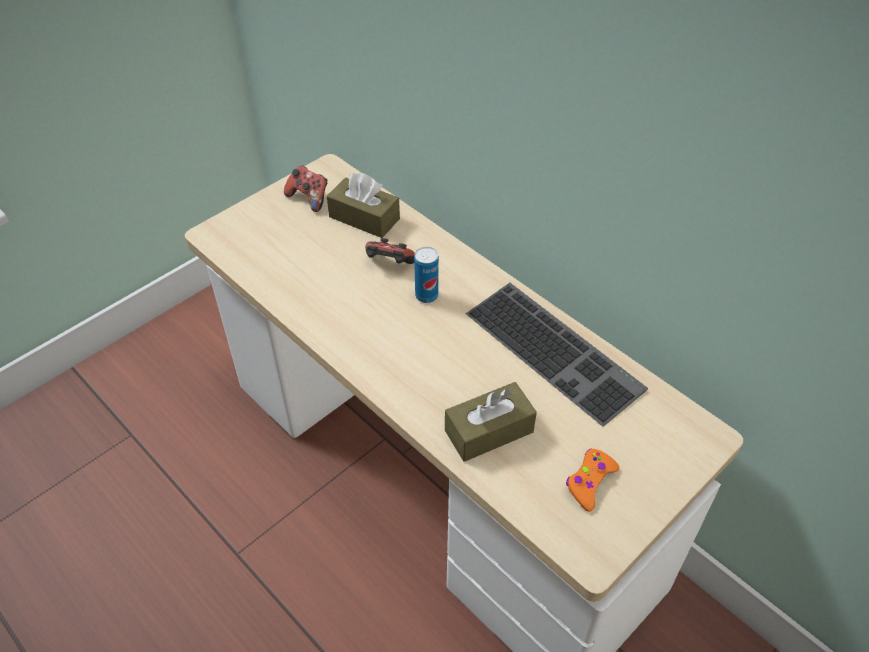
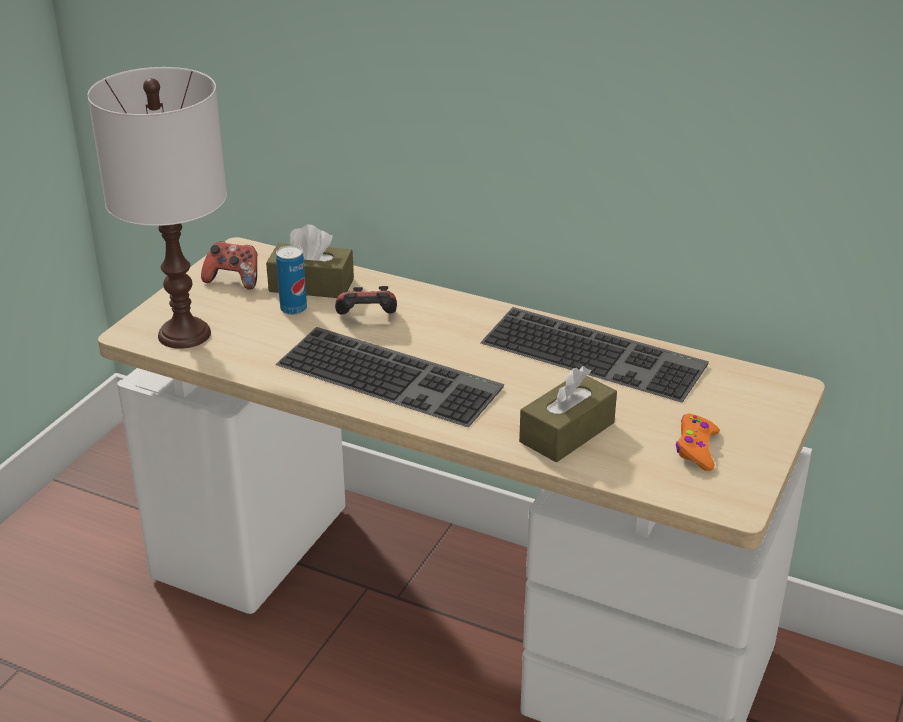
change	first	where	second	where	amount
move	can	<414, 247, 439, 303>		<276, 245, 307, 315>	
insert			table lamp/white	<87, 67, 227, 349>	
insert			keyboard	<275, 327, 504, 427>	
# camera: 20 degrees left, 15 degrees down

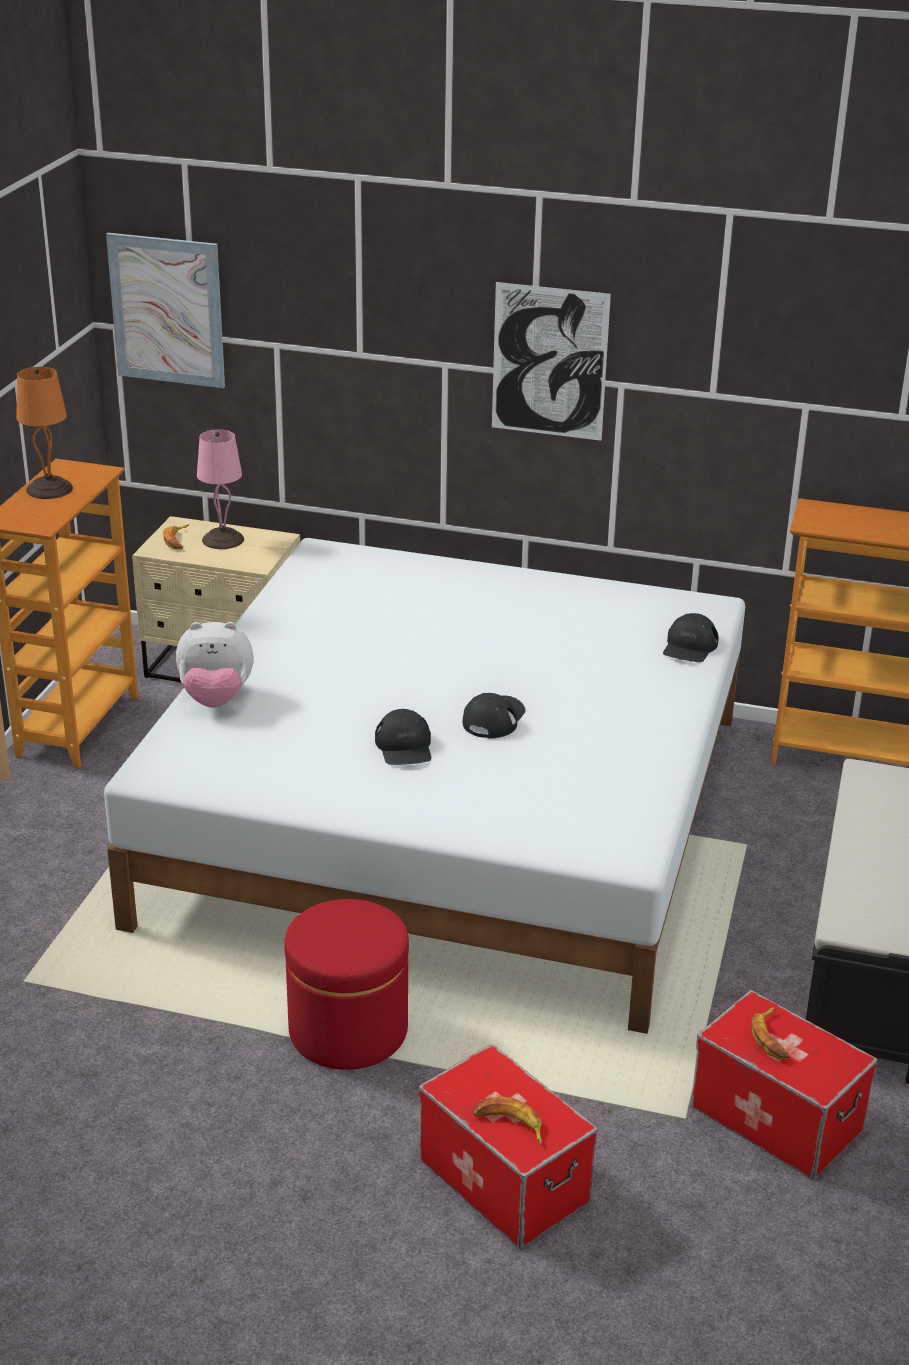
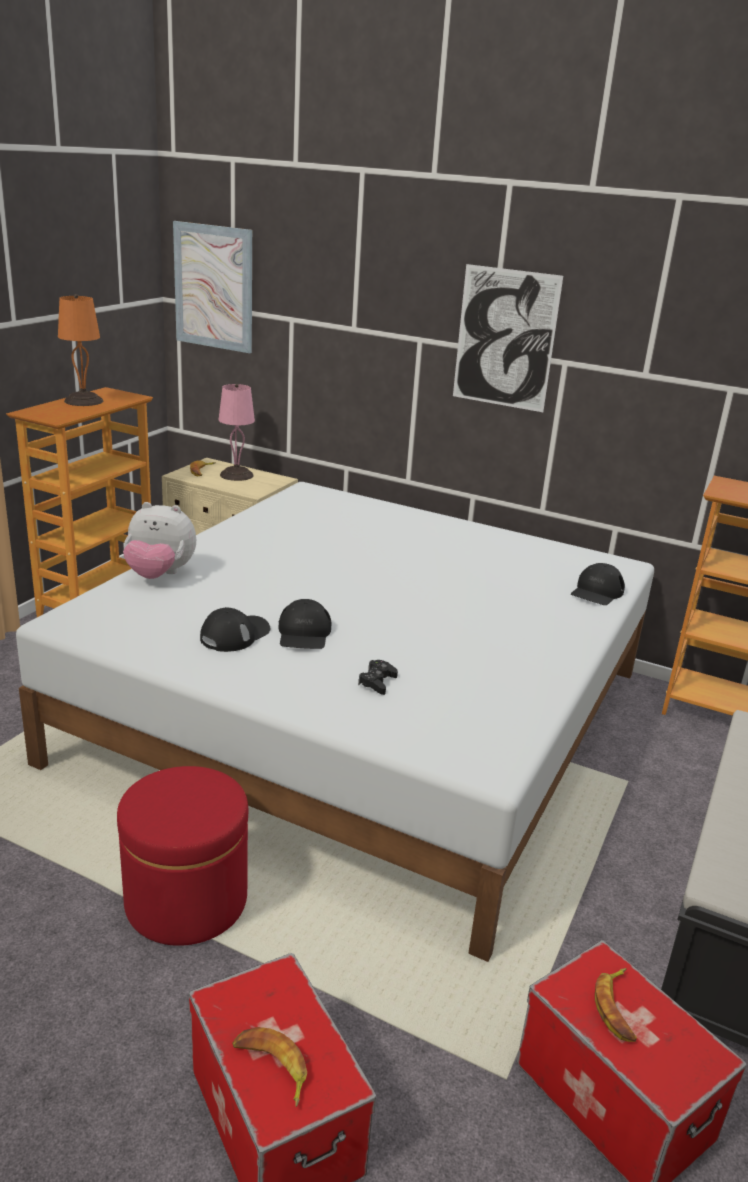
change	first	where	second	where	amount
move	cap/black	<463, 693, 525, 739>		<200, 607, 270, 652>	
insert			game controller/black	<358, 660, 398, 695>	
# camera: 10 degrees right, 5 degrees down

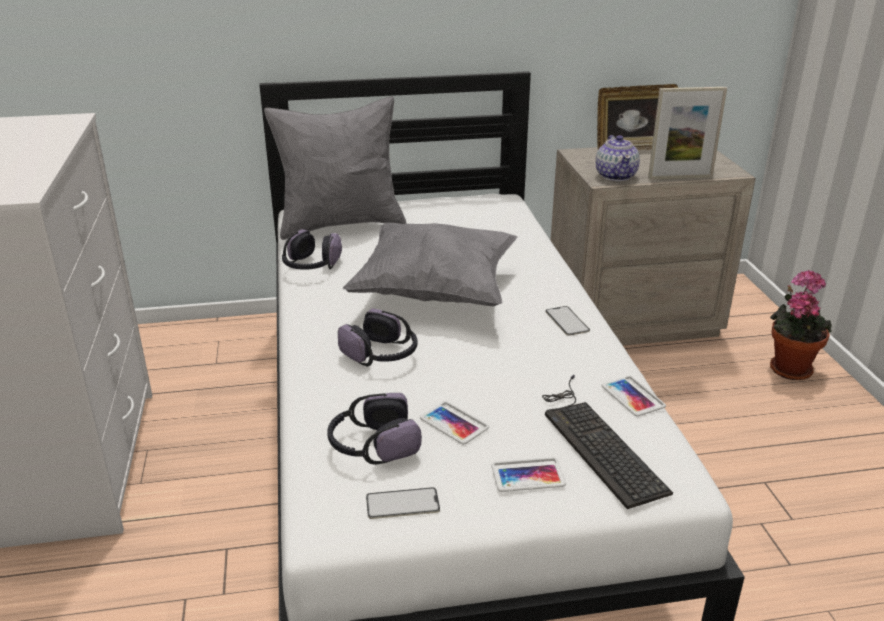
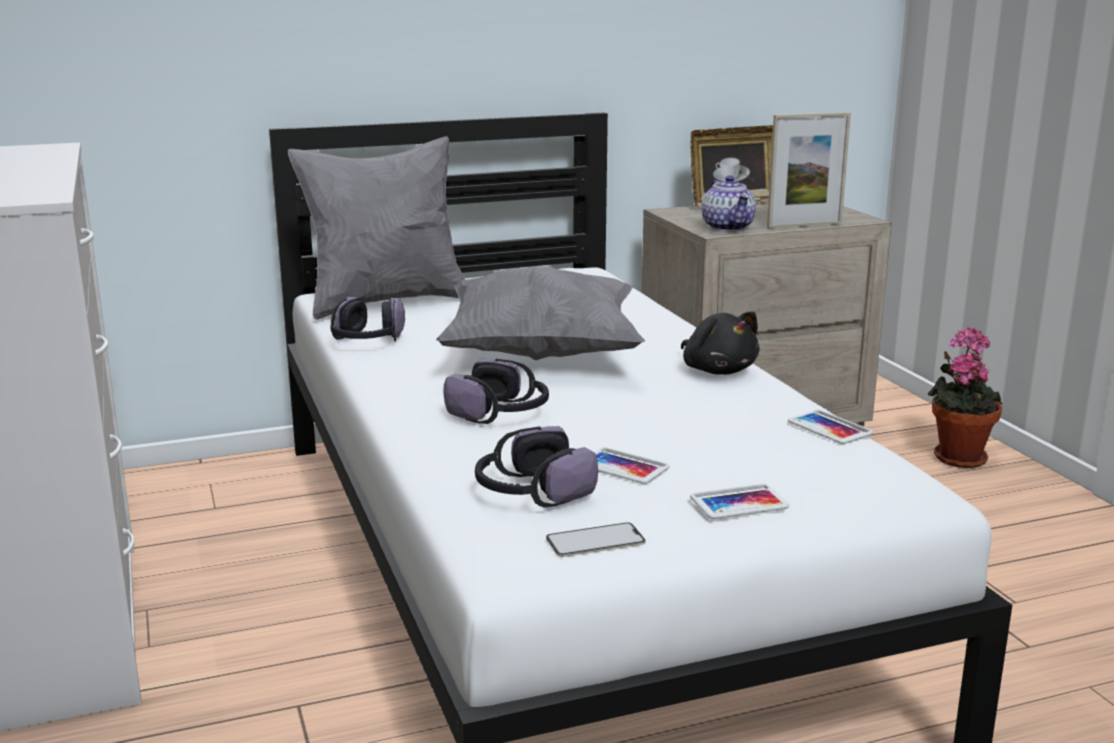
change	first	where	second	where	amount
replace	phone	<545, 306, 590, 336>	plush toy/black	<681, 312, 759, 375>	
delete	keyboard	<542, 375, 673, 509>			
# camera: 10 degrees left, 10 degrees down

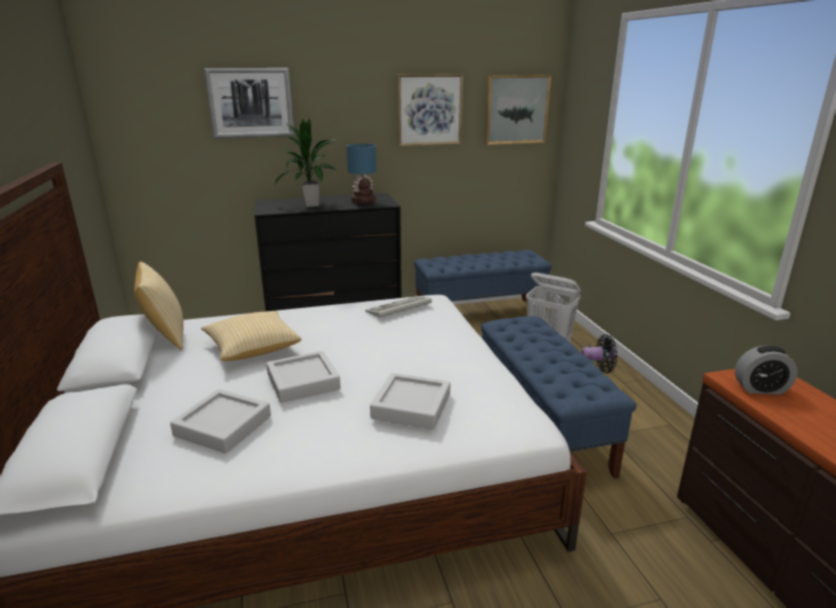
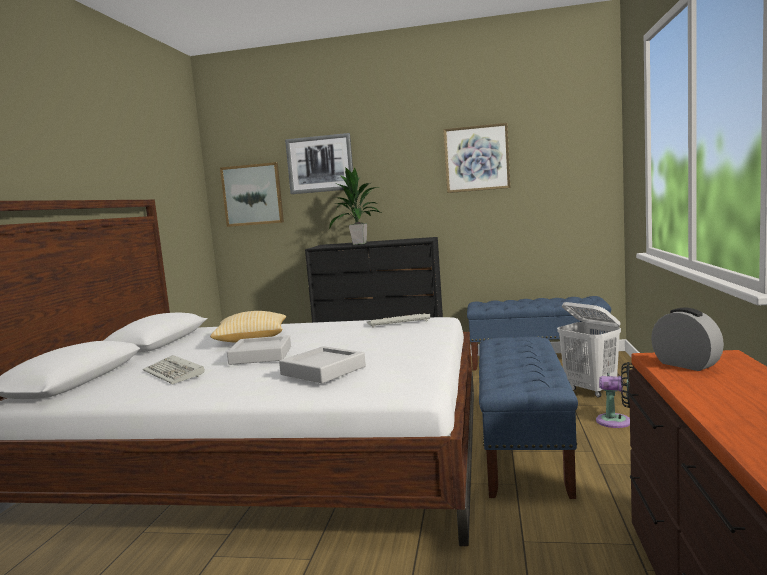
change	first	where	second	where	amount
move	picture	<485, 75, 551, 145>		<220, 162, 284, 227>	
delete	table lamp	<347, 144, 376, 204>			
delete	pillow	<134, 261, 184, 350>			
rotate	alarm clock	<735, 345, 798, 395>		<651, 308, 724, 371>	150 degrees counterclockwise
replace	tray/grey	<170, 389, 271, 454>	keyboard	<143, 355, 205, 384>	
# camera: 25 degrees right, 15 degrees down

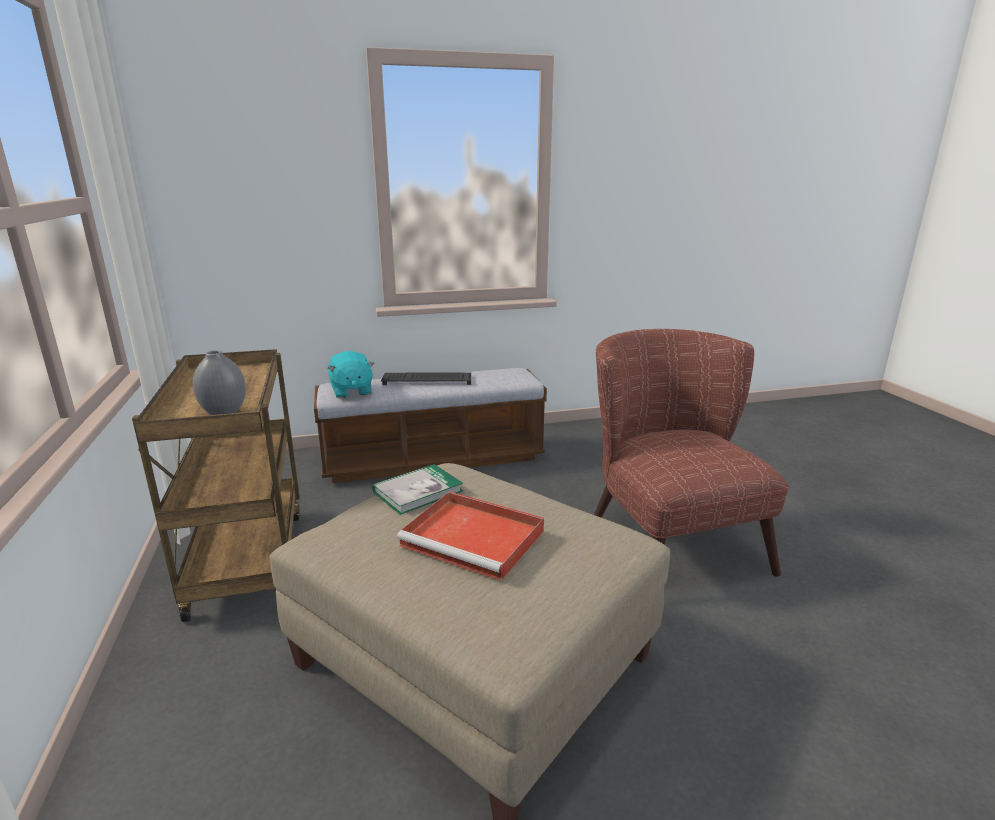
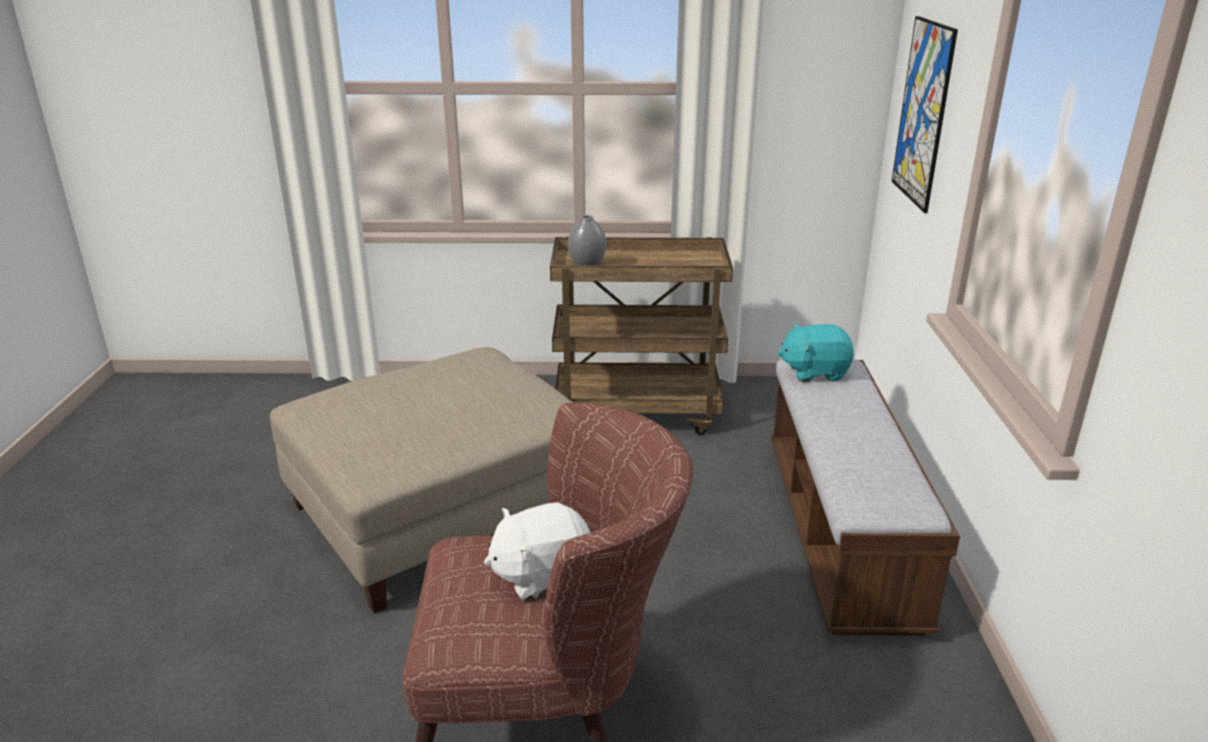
change	first	where	second	where	amount
delete	keyboard	<381, 373, 471, 385>			
delete	book	<372, 464, 463, 515>			
delete	tray/red	<397, 491, 544, 581>			
insert			picture	<892, 16, 958, 213>	
insert			plush toy/white	<484, 502, 590, 601>	
# camera: 105 degrees right, 5 degrees up

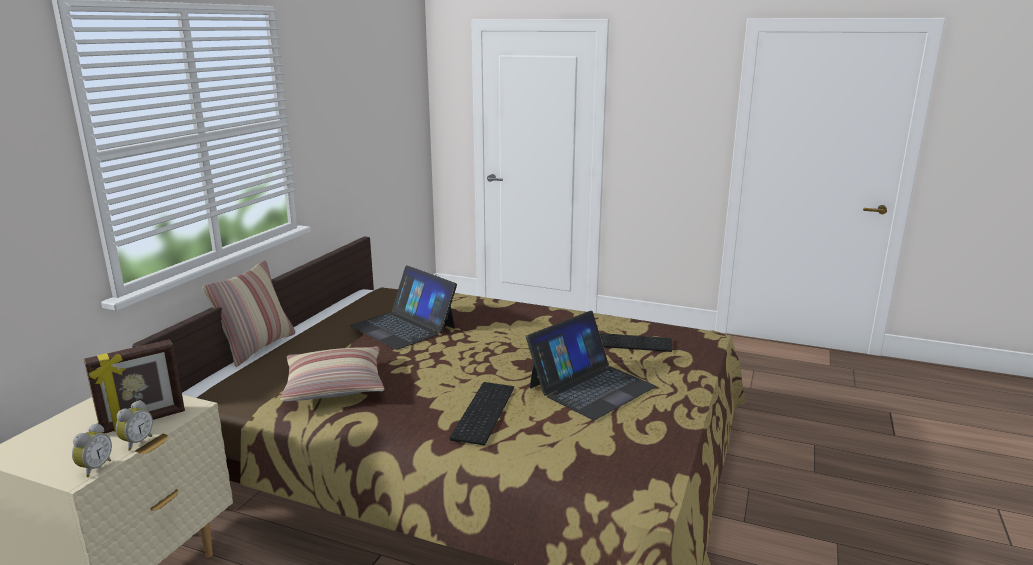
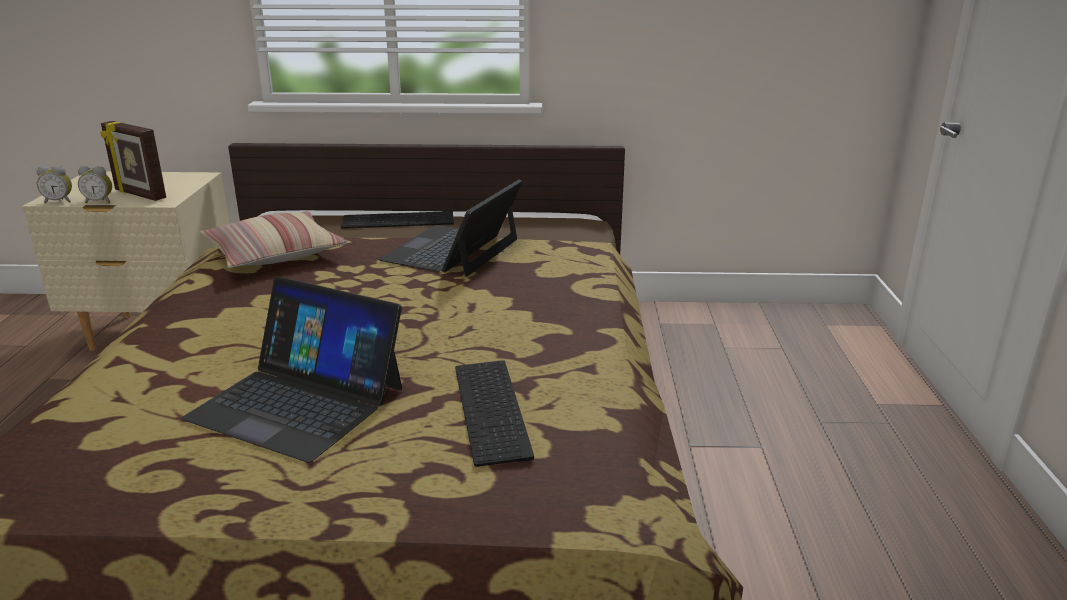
change	first	where	second	where	amount
delete	pillow	<202, 260, 295, 367>			
move	keyboard	<449, 382, 514, 445>		<341, 211, 454, 229>	
# camera: 70 degrees right, 5 degrees up

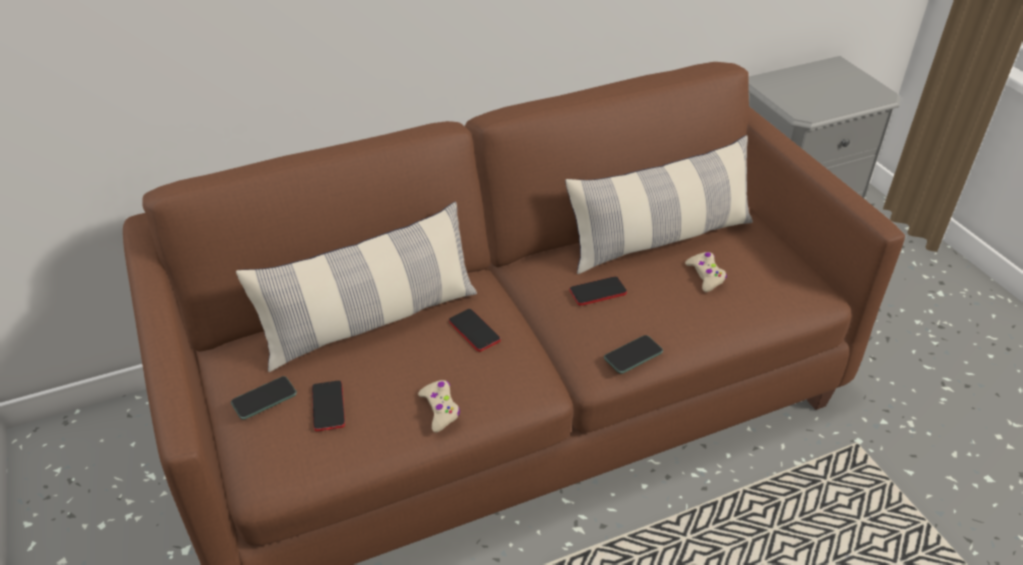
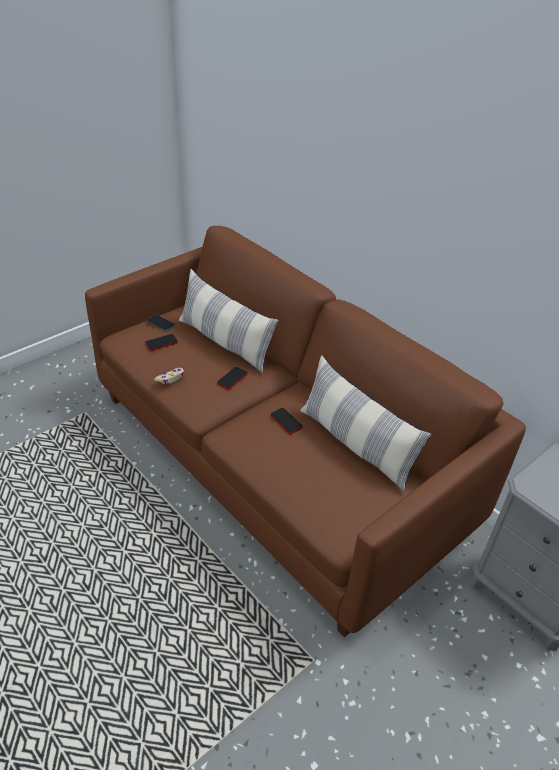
change	first	where	second	where	amount
delete	game controller/beige	<685, 252, 727, 292>			
delete	phone	<604, 335, 663, 374>			
# camera: 70 degrees right, 0 degrees up

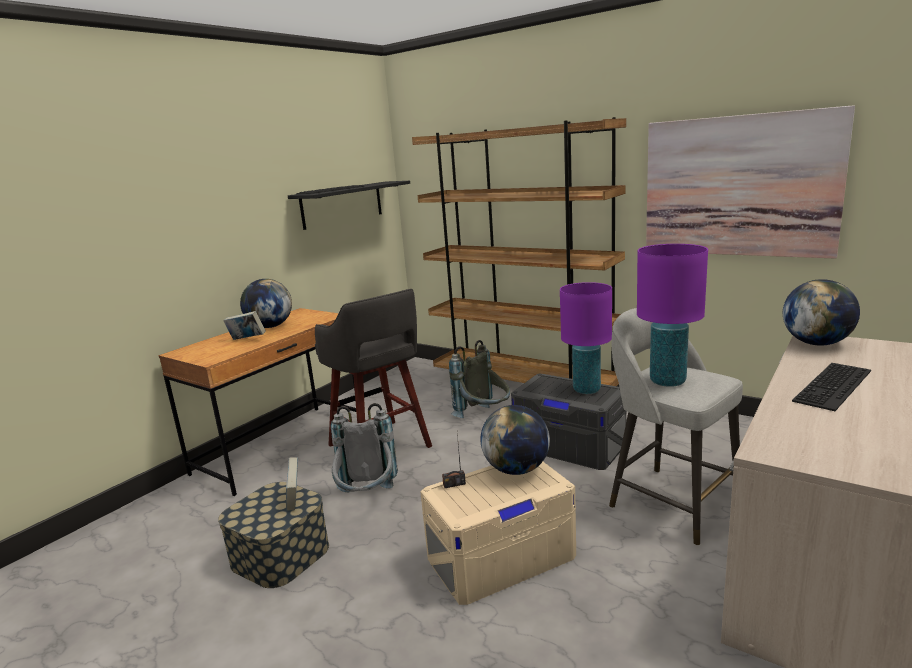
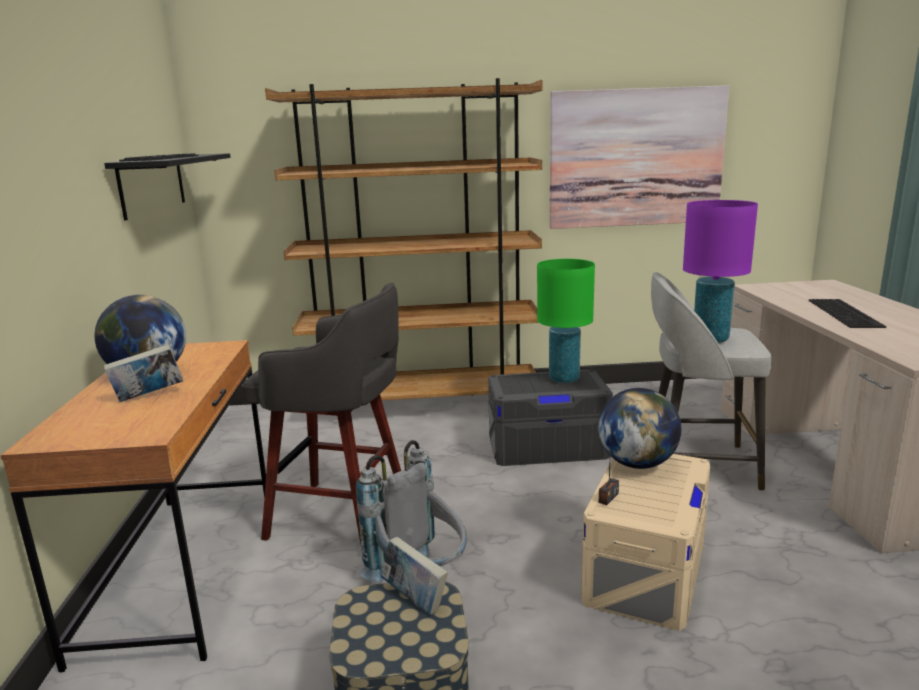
change	first	where	second	where	amount
delete	globe	<783, 279, 860, 345>			
recolor	table lamp/purple	<560, 282, 612, 394>	table lamp/green	<537, 259, 595, 383>	
delete	backpack/grey	<449, 340, 510, 418>			
# camera: 40 degrees left, 0 degrees up

